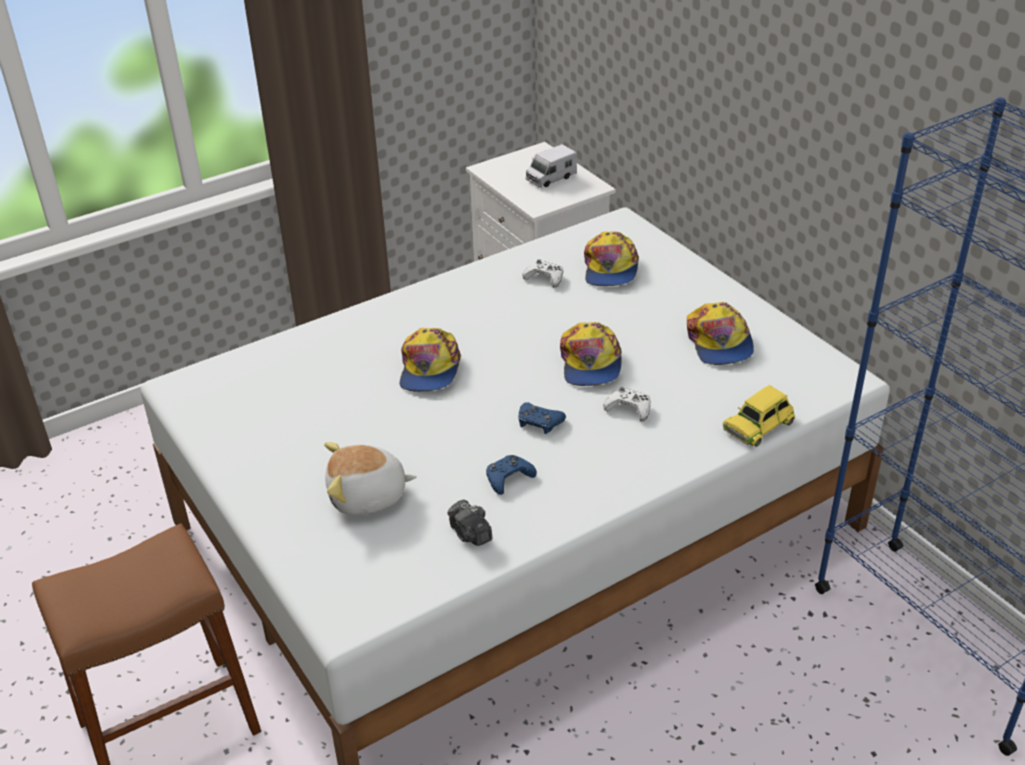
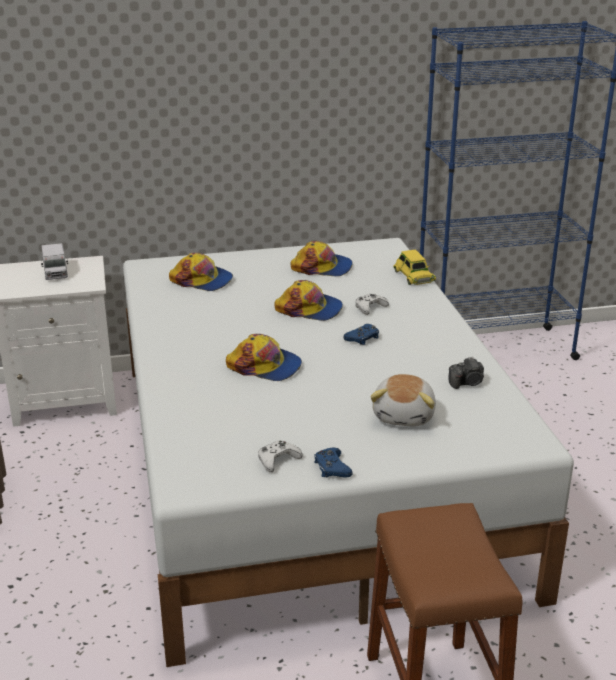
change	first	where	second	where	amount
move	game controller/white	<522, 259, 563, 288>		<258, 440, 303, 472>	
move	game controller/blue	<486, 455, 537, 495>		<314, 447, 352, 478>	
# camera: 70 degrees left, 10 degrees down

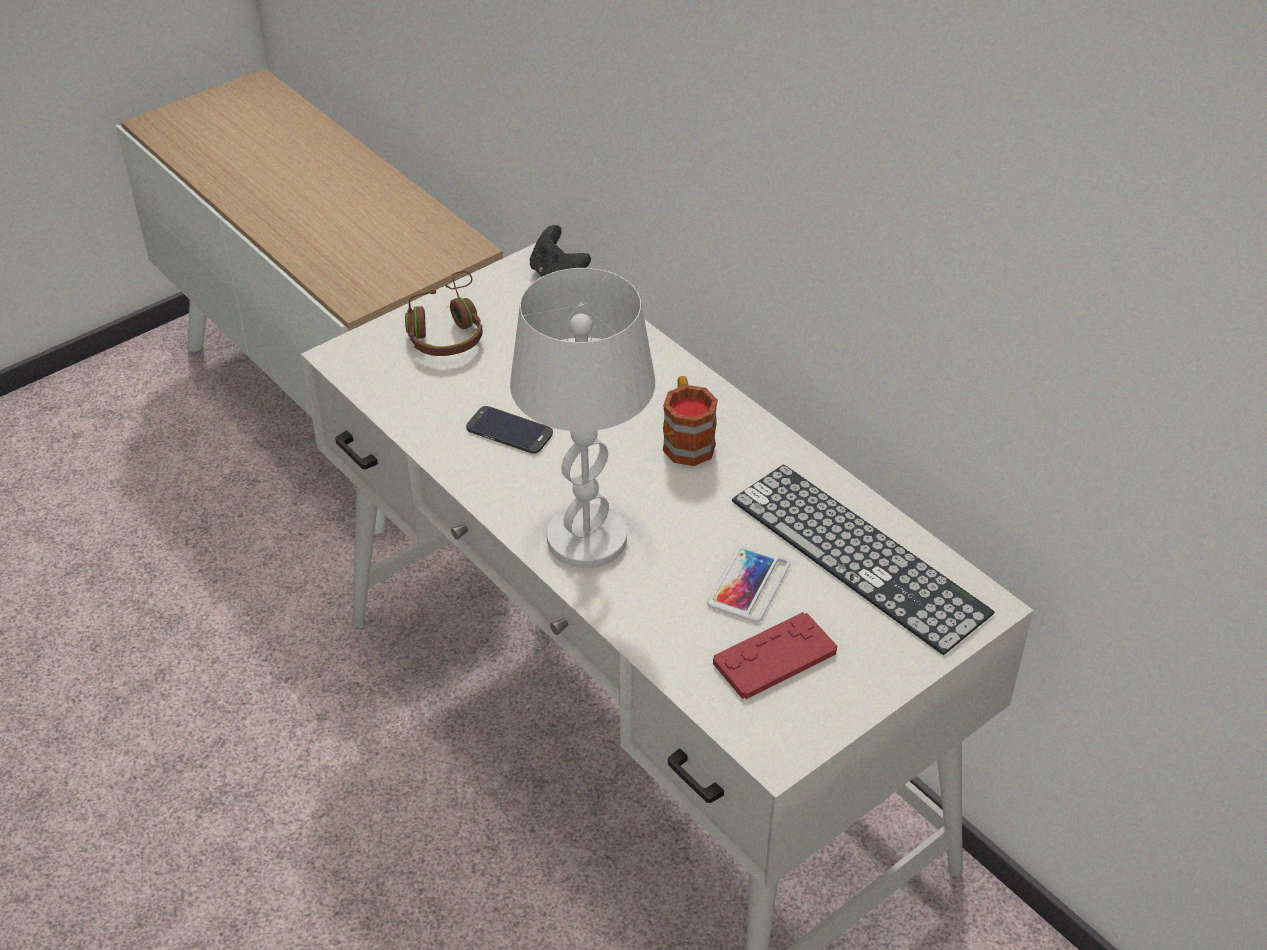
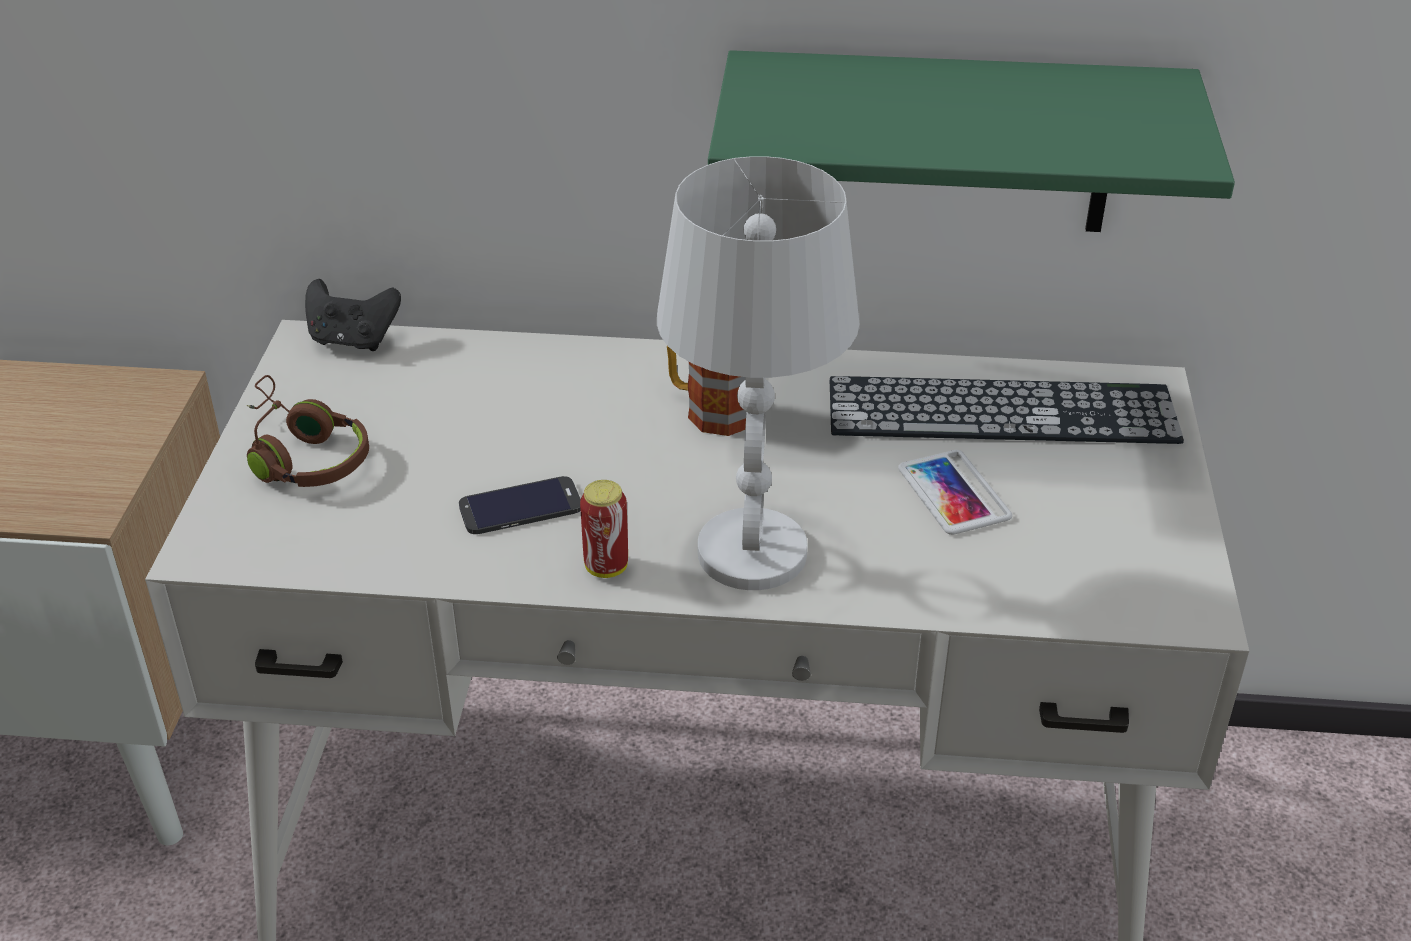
change	first	where	second	where	amount
delete	game controller/red	<713, 612, 837, 699>			
insert			shelf/green	<708, 50, 1235, 232>	
insert			can	<580, 480, 628, 578>	
# camera: 45 degrees left, 5 degrees down

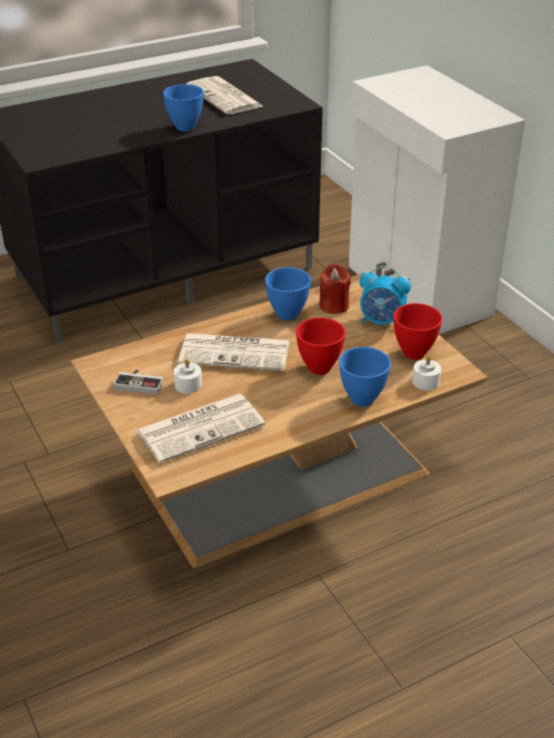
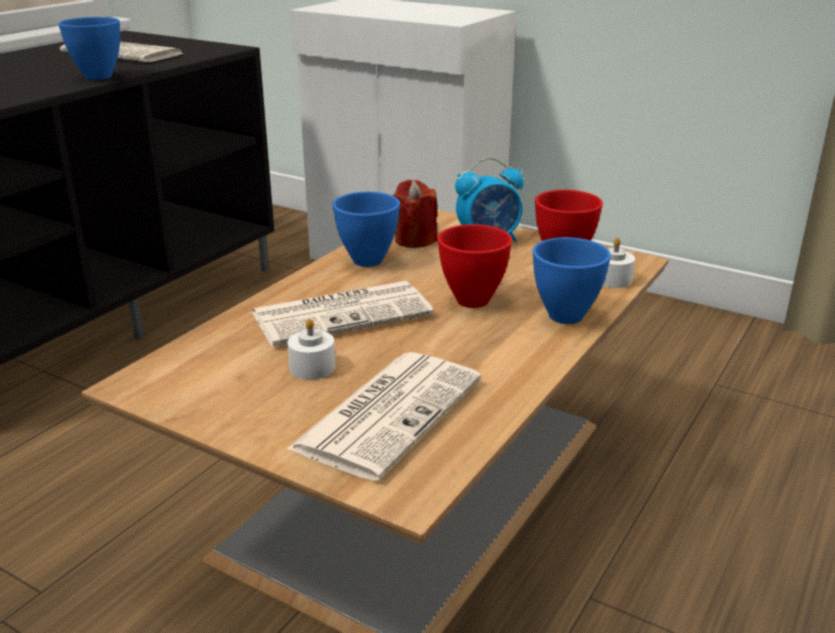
change	first	where	second	where	amount
delete	game controller	<113, 370, 164, 395>			
# camera: 30 degrees left, 10 degrees down

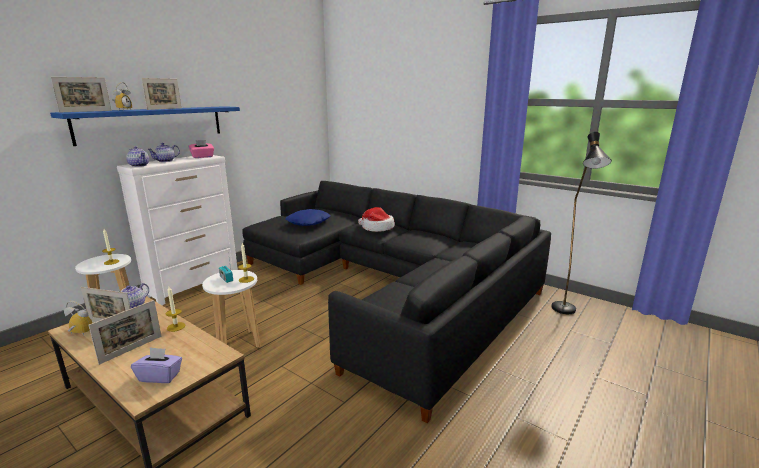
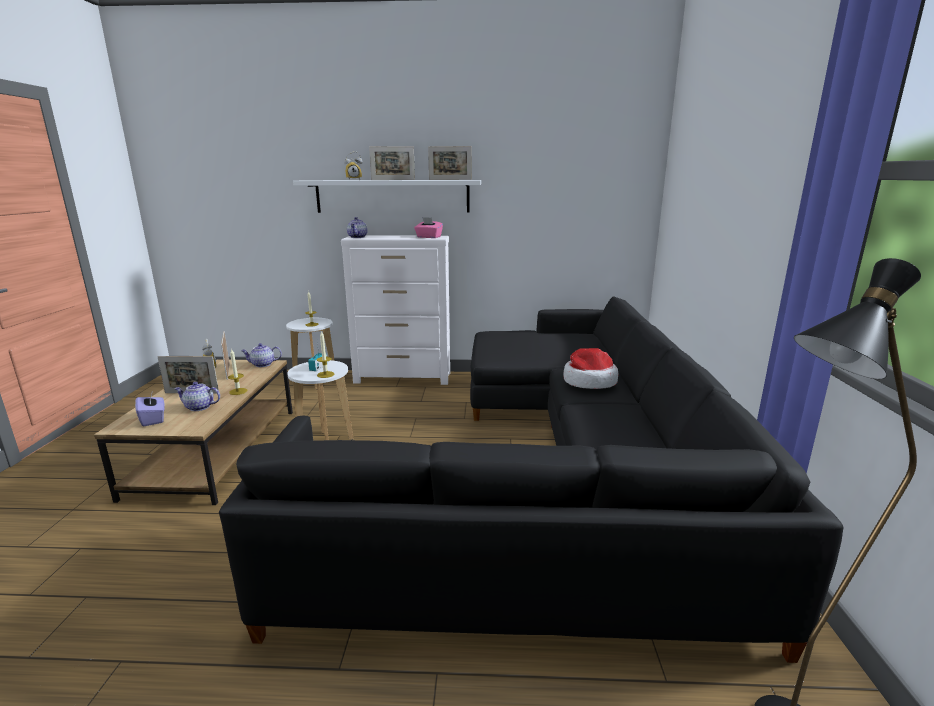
change	first	where	second	where	amount
move	picture frame	<51, 77, 111, 112>		<428, 146, 472, 180>	
recolor	shelf/blue	<50, 106, 240, 146>	shelf/white	<293, 180, 481, 213>	
move	teapot	<147, 143, 180, 162>		<174, 382, 220, 411>	
delete	pillow/blue	<285, 209, 330, 226>			
# camera: 55 degrees right, 0 degrees up

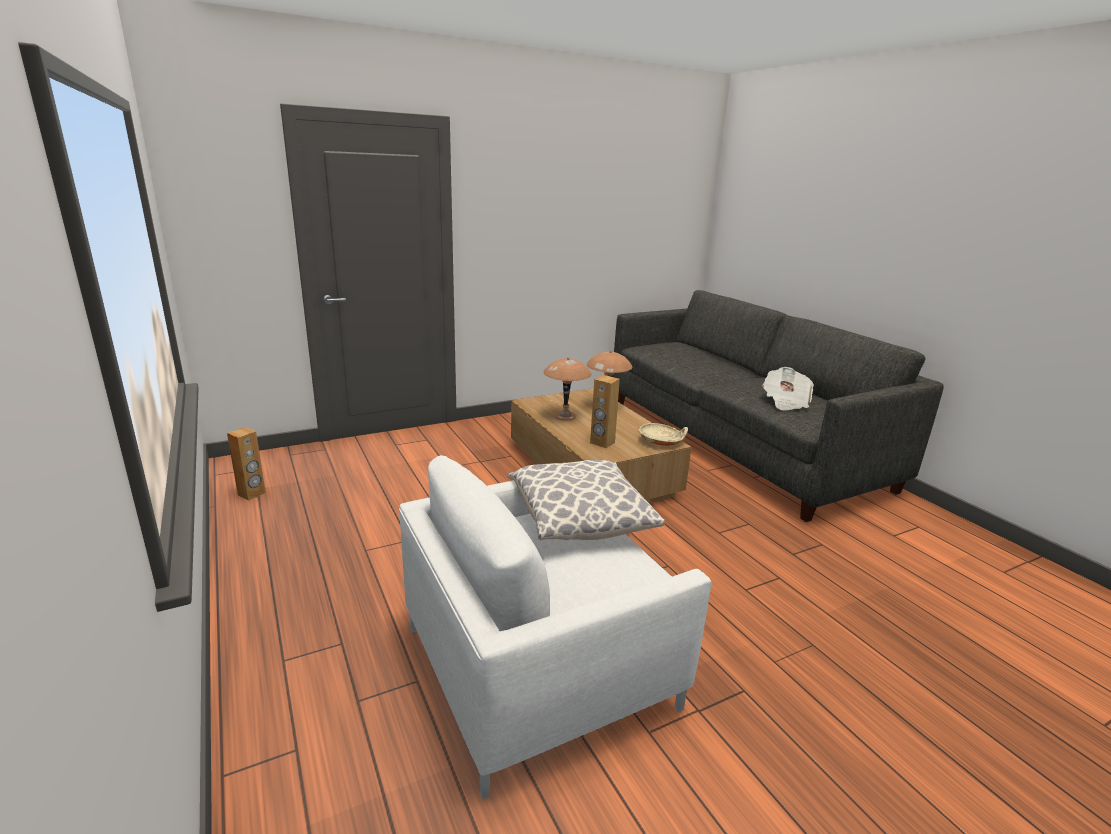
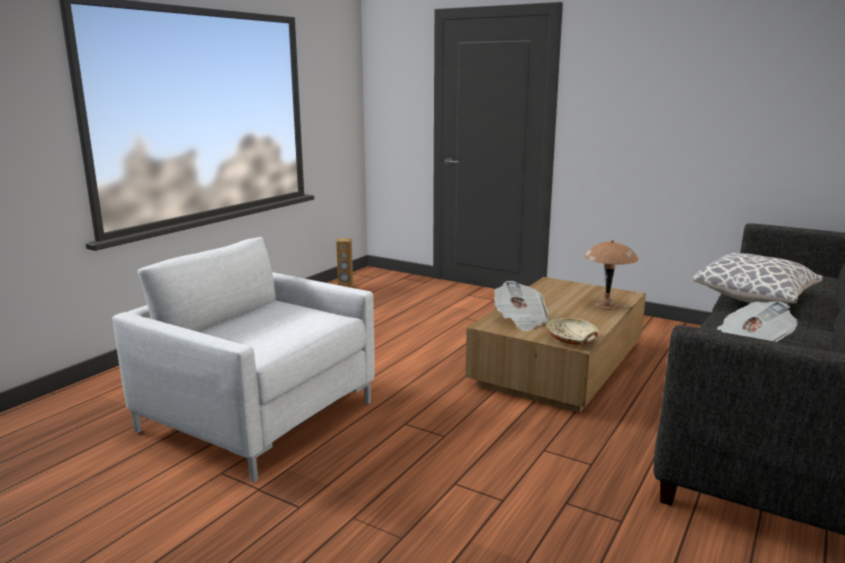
change	first	where	second	where	amount
delete	table lamp/brown	<543, 357, 591, 420>			
replace	speaker/brown	<590, 375, 620, 448>	newspaper	<494, 281, 549, 331>	
move	pillow	<508, 460, 664, 540>		<693, 253, 823, 304>	
# camera: 60 degrees right, 5 degrees down

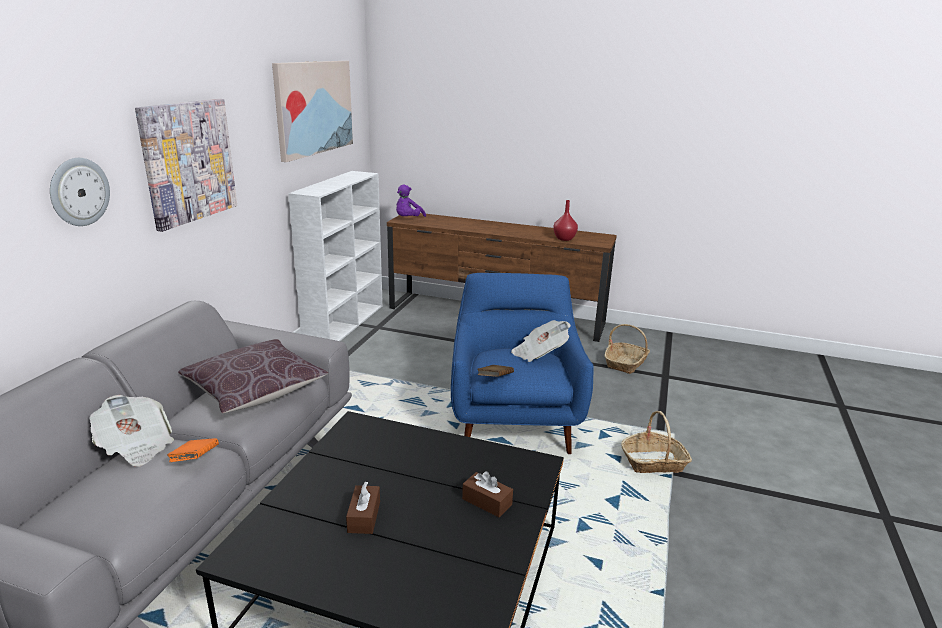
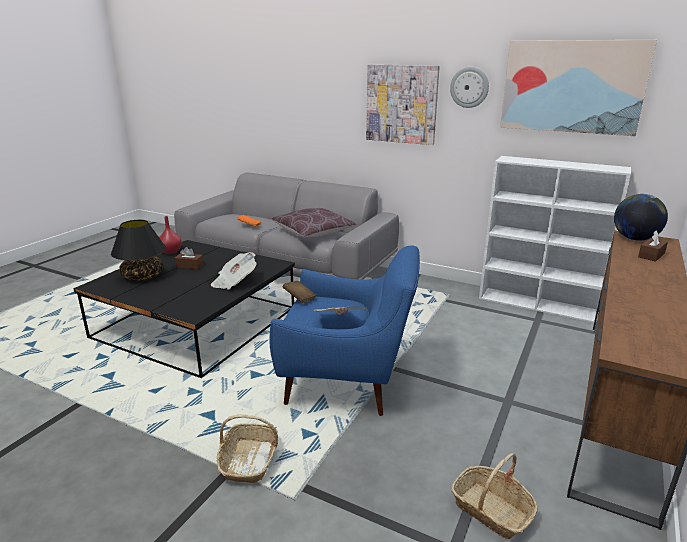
change	first	where	second	where	amount
move	wall clock	<50, 158, 110, 226>		<450, 67, 489, 108>	
replace	plush toy/purple	<396, 185, 426, 217>	globe	<614, 194, 668, 241>	
move	vase/red	<553, 200, 578, 241>		<159, 216, 182, 254>	
move	newspaper	<89, 395, 174, 467>		<211, 252, 256, 290>	
move	tissue box/brown	<462, 471, 513, 517>		<638, 230, 668, 262>	
insert			table lamp/black	<111, 220, 166, 281>	
# camera: 100 degrees right, 0 degrees up

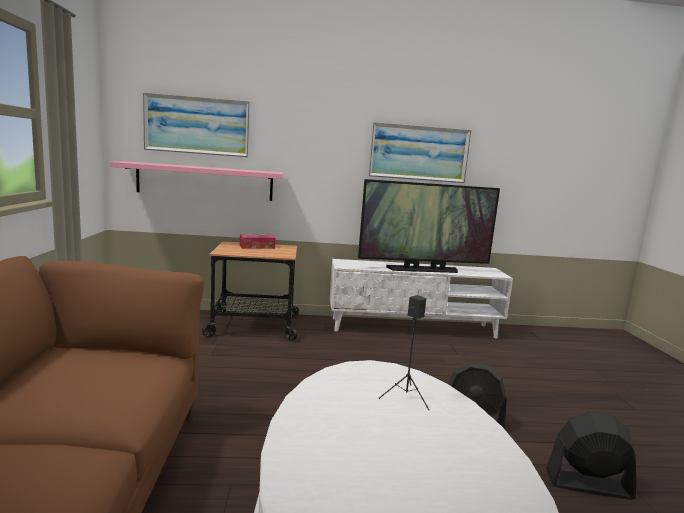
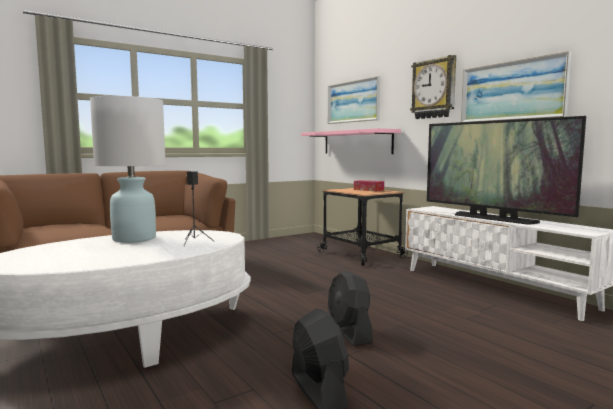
change	first	where	second	where	amount
insert			wall clock	<410, 55, 456, 119>	
insert			table lamp/white	<90, 96, 166, 243>	
# camera: 60 degrees right, 5 degrees down

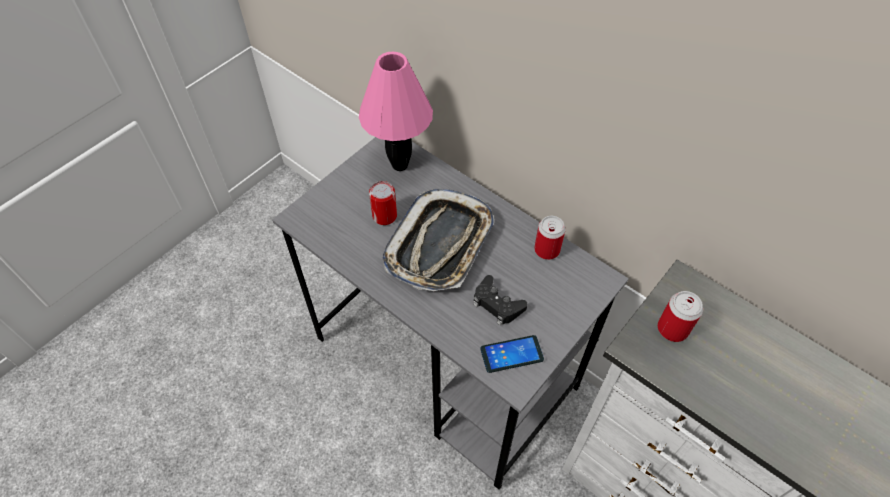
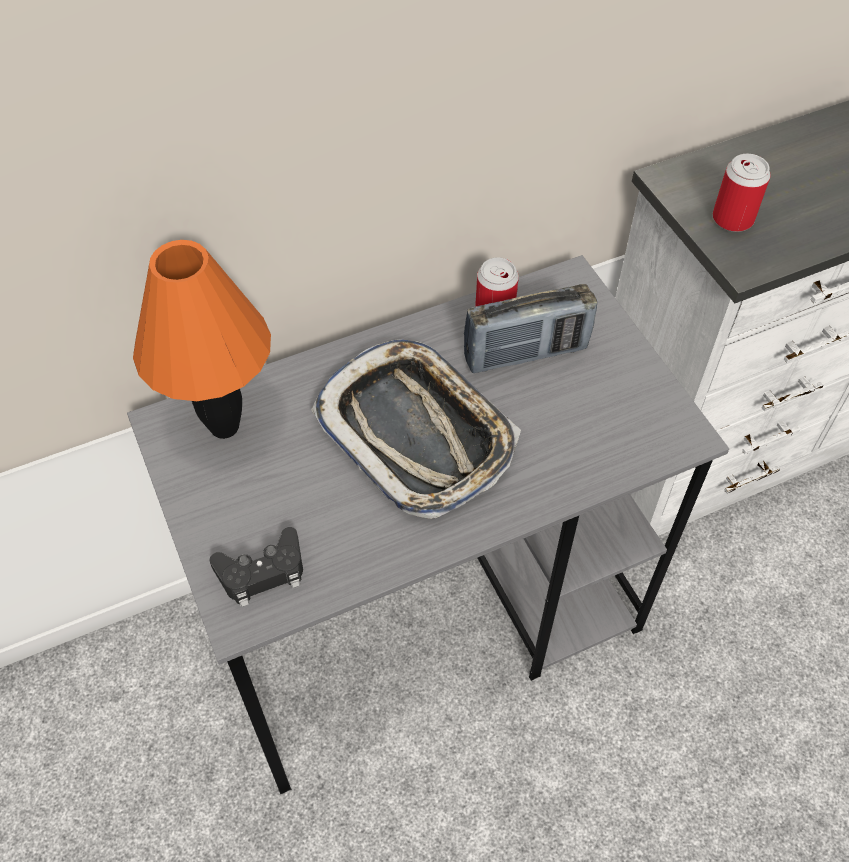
change	first	where	second	where	amount
recolor	table lamp/pink	<359, 52, 433, 171>	table lamp/orange	<133, 240, 271, 439>	
delete	can	<369, 181, 397, 225>			
move	game controller/black	<473, 275, 528, 326>		<210, 527, 303, 607>	
delete	phone	<480, 335, 544, 373>			
insert			radio	<464, 284, 597, 373>	
# camera: 65 degrees left, 0 degrees up

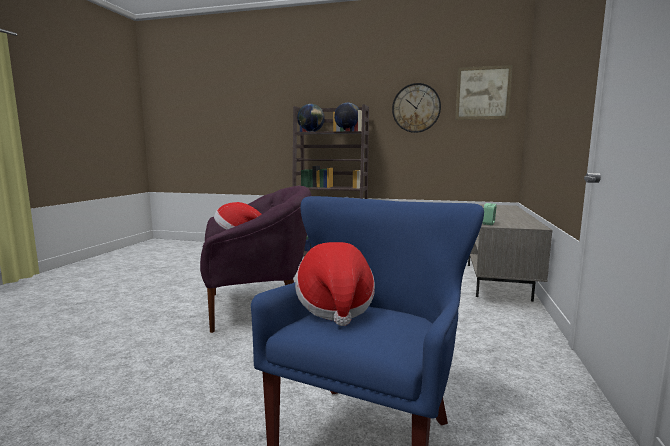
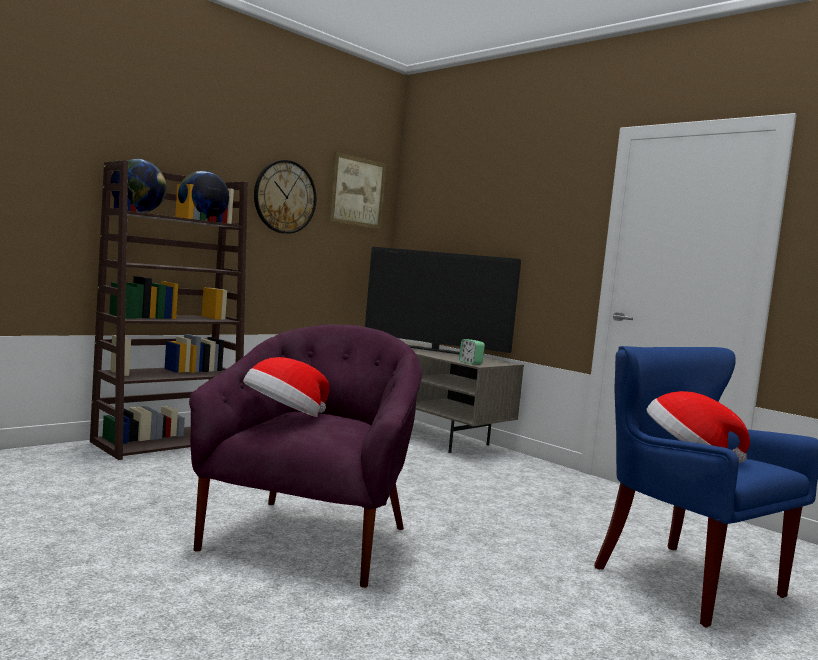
change	first	where	second	where	amount
insert			television	<365, 247, 521, 354>	
# camera: 60 degrees left, 5 degrees down

